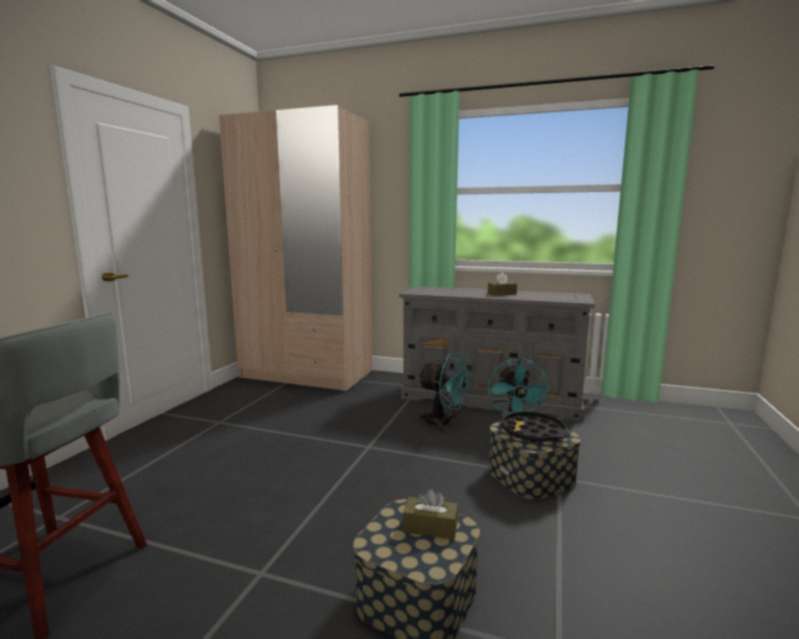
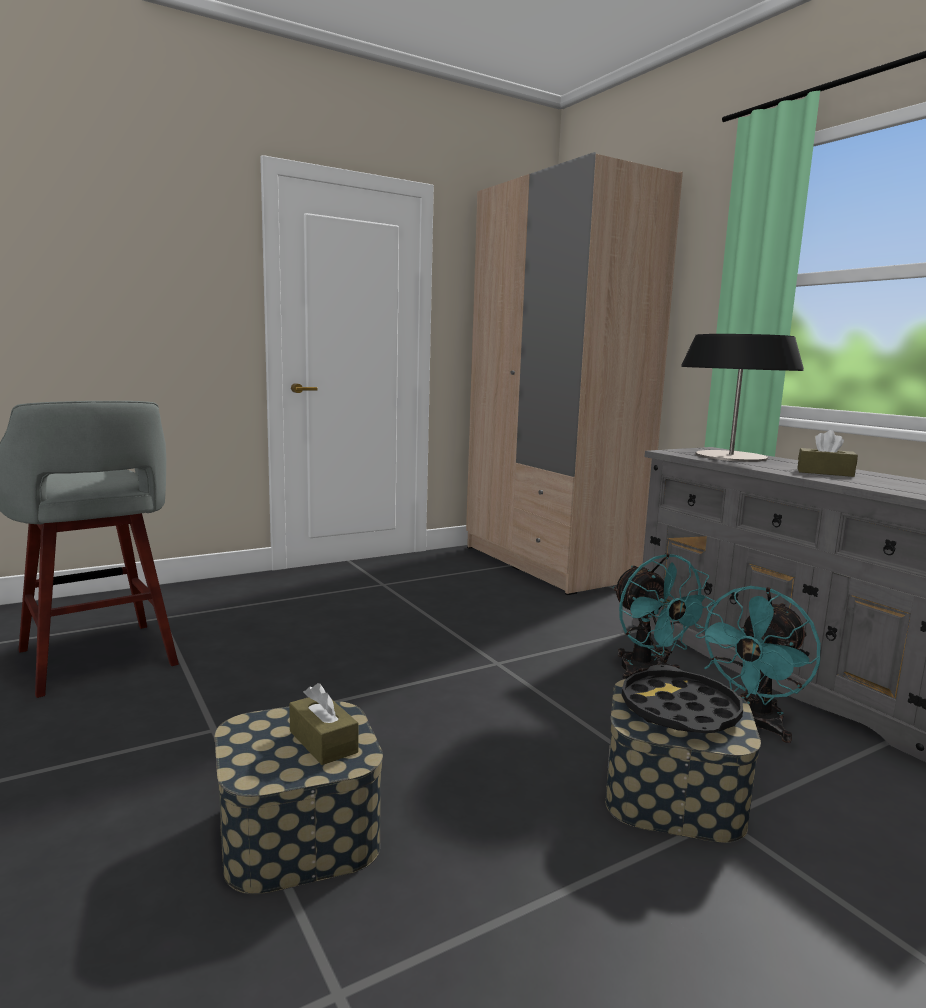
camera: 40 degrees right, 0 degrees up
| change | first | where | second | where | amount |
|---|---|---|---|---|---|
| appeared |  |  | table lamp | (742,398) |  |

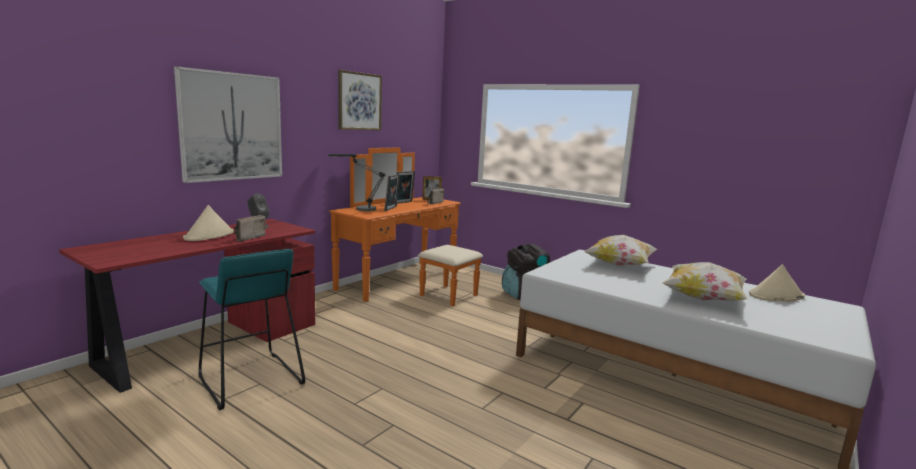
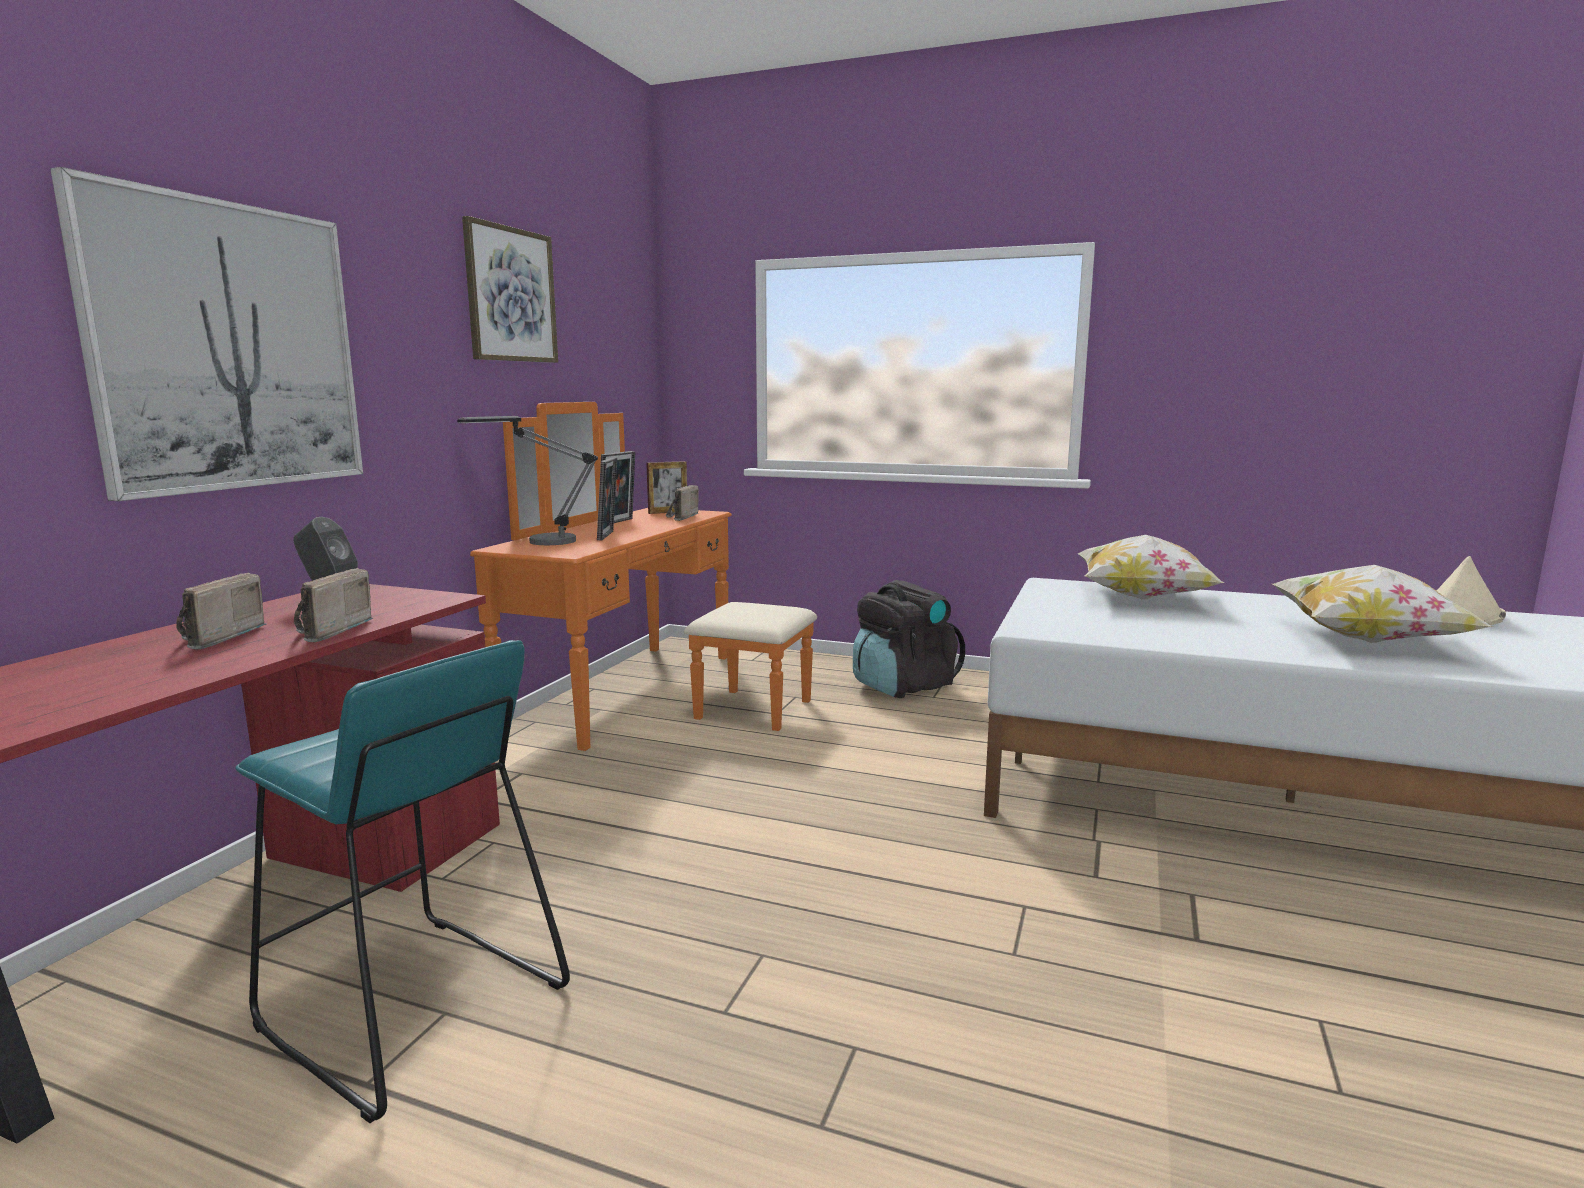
camera: 15 degrees left, 0 degrees up
| change | first | where | second | where | amount |
|---|---|---|---|---|---|
| exchanged | beige hat | (208,223) | radio | (221,610) |  |

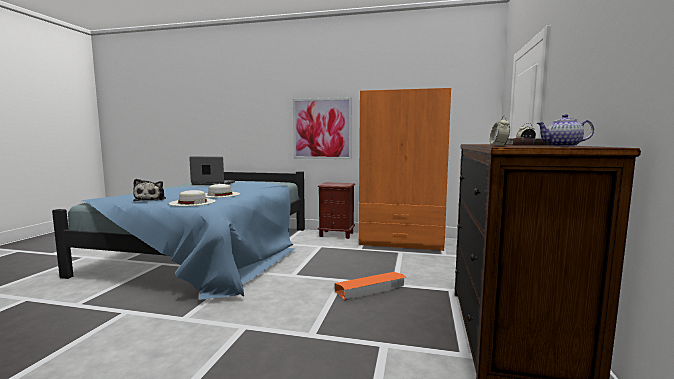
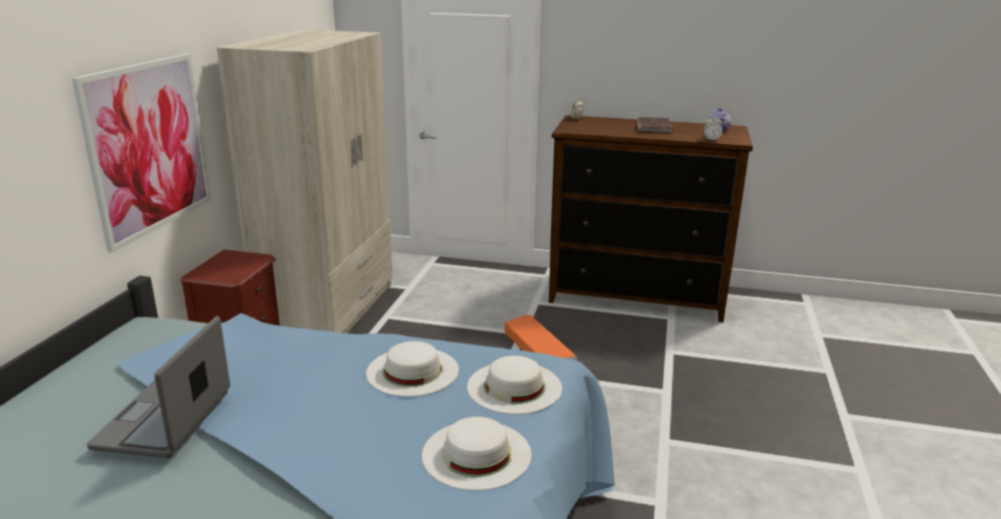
camera: 90 degrees left, 15 degrees up
| change | first | where | second | where | amount |
|---|---|---|---|---|---|
| exchanged | plush toy | (149,190) | white hat | (477,454) |  |
| colour | orange wardrobe | (404,169) | beige wardrobe | (305,181) |  |

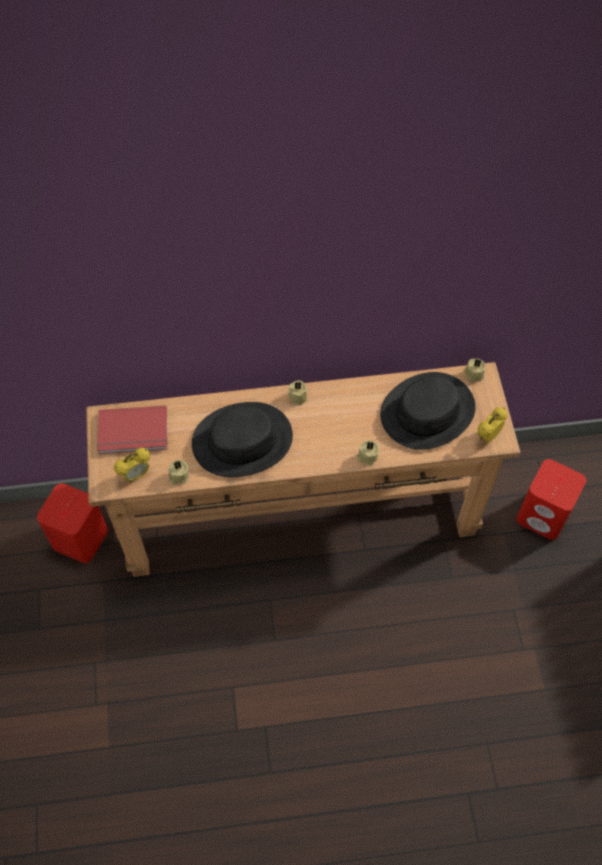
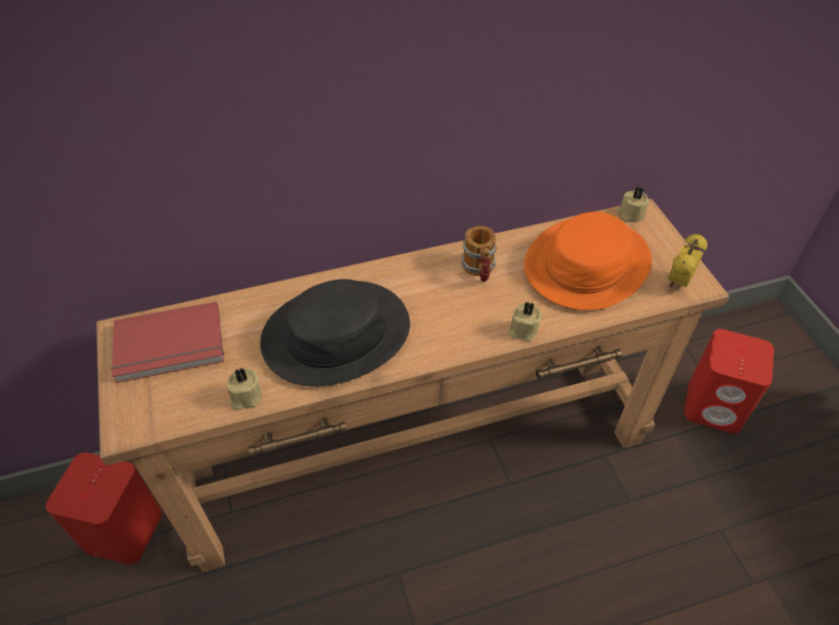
camera: 10 degrees left, 10 degrees down
| change | first | where | second | where | amount |
|---|---|---|---|---|---|
| missing | alarm clock | (132,465) |  |  |  |
| missing | beige candle | (298,393) |  |  |  |
| appeared |  |  | mug | (479,254) |  |
| colour | black hat | (428,411) | orange hat | (588,261) |  |

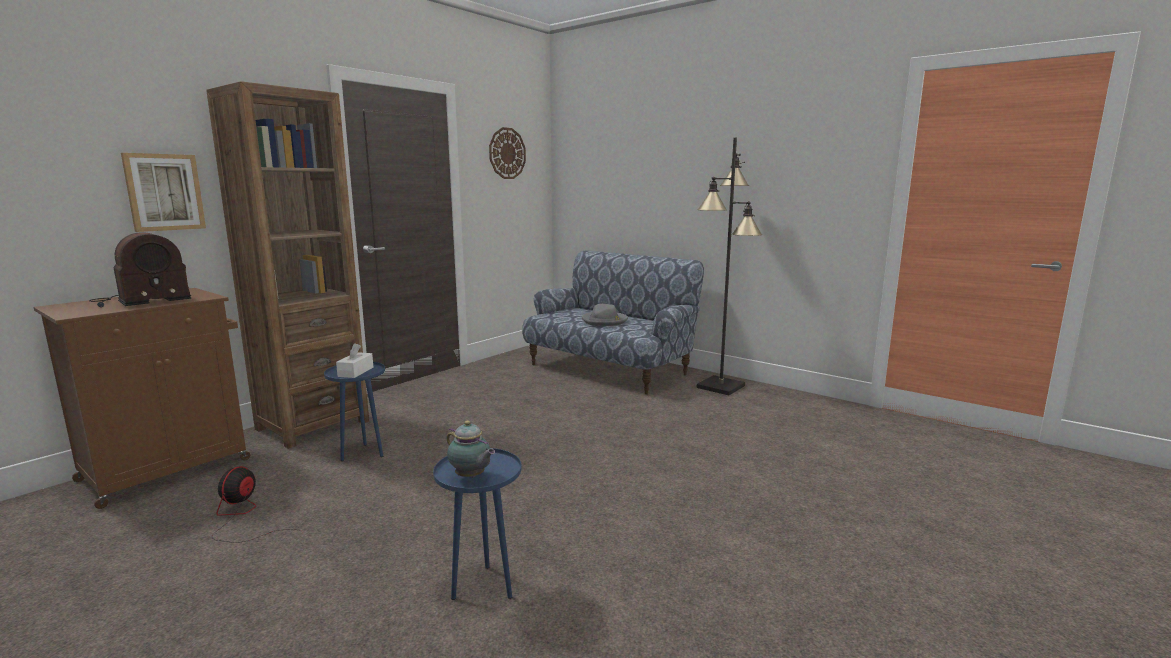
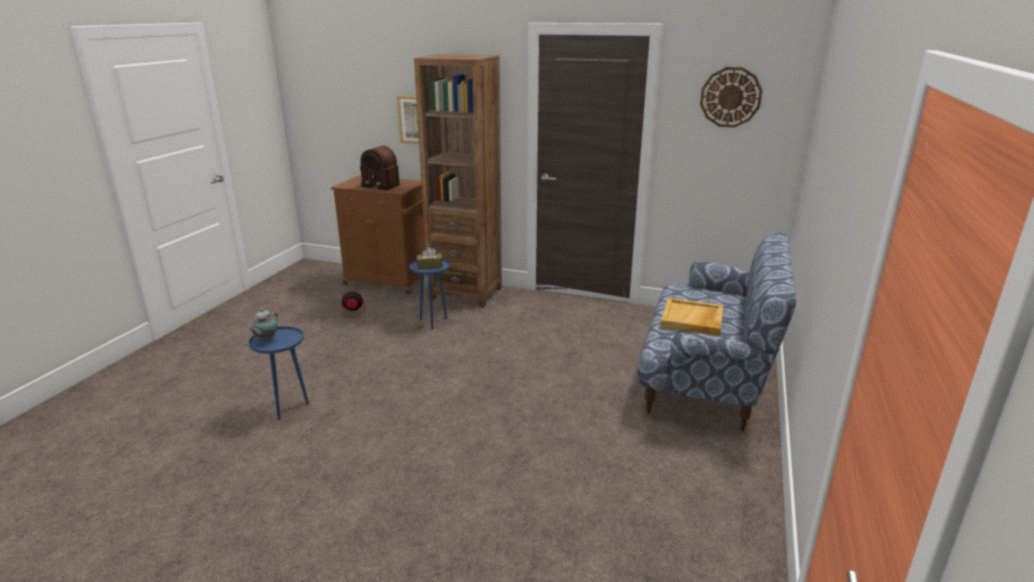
camera: 70 degrees right, 10 degrees up
| change | first | where | second | where | amount |
|---|---|---|---|---|---|
| missing | black floor lamp | (729,266) |  |  |  |
| exchanged | grey hat | (605,315) | beige tray | (692,317) |  |
| colour | white tissue box | (354,360) | brown tissue box | (430,258) |  |

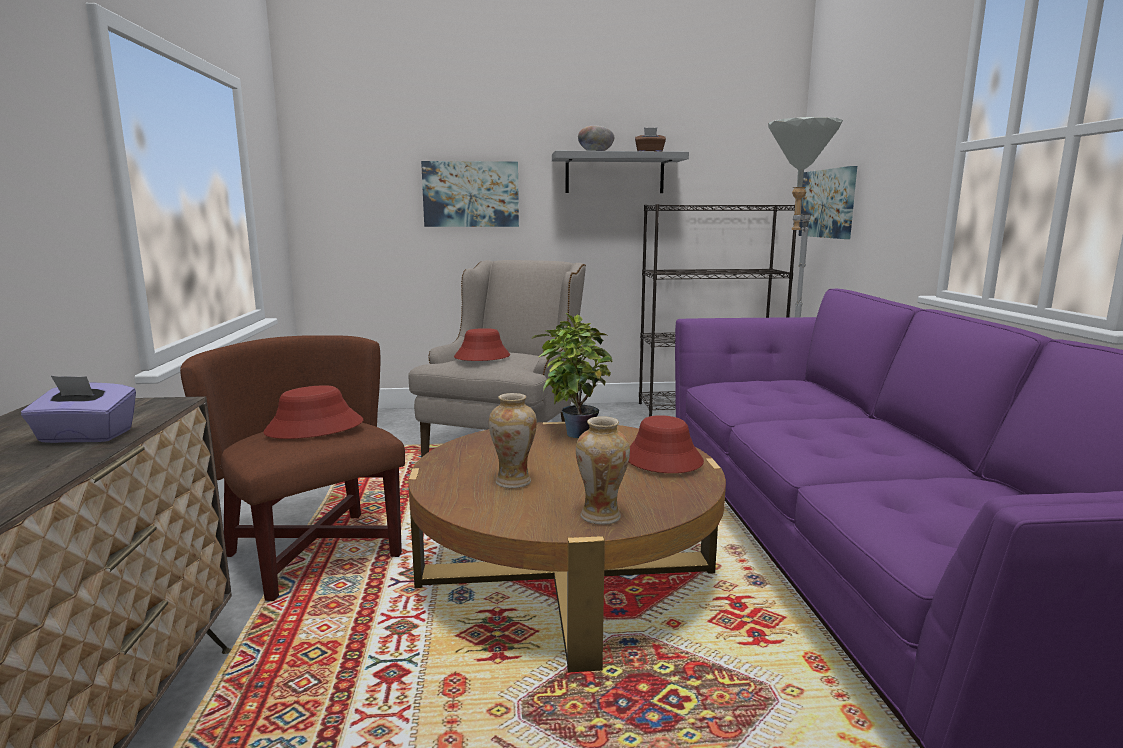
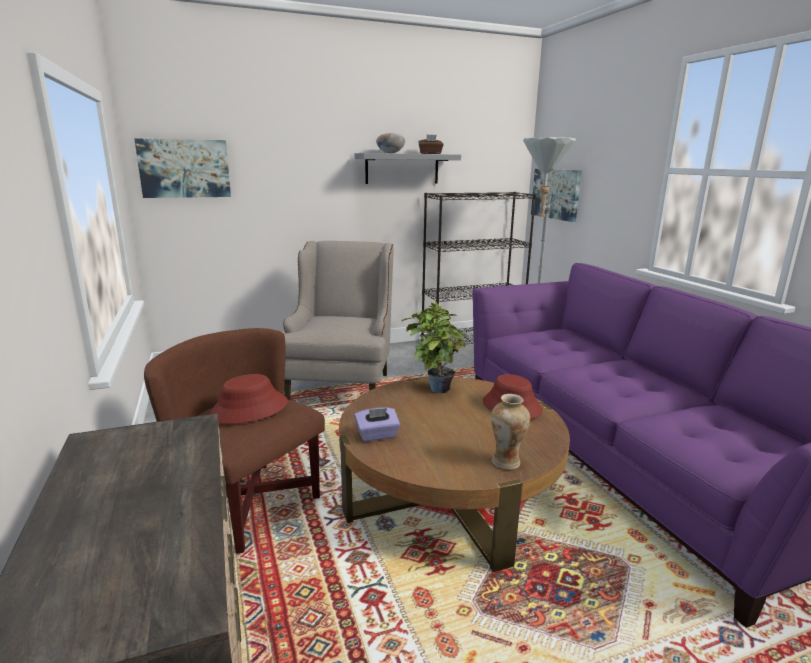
camera: 15 degrees left, 5 degrees up
| change | first | where | second | where | amount |
|---|---|---|---|---|---|
| missing | red hat | (482,344) |  |  |  |
| missing | vase | (513,440) |  |  |  |
| relocated | purple tissue box | (78,409) |  | (377,424) |  |
| relocated | picture | (470,194) |  | (182,168) |  |

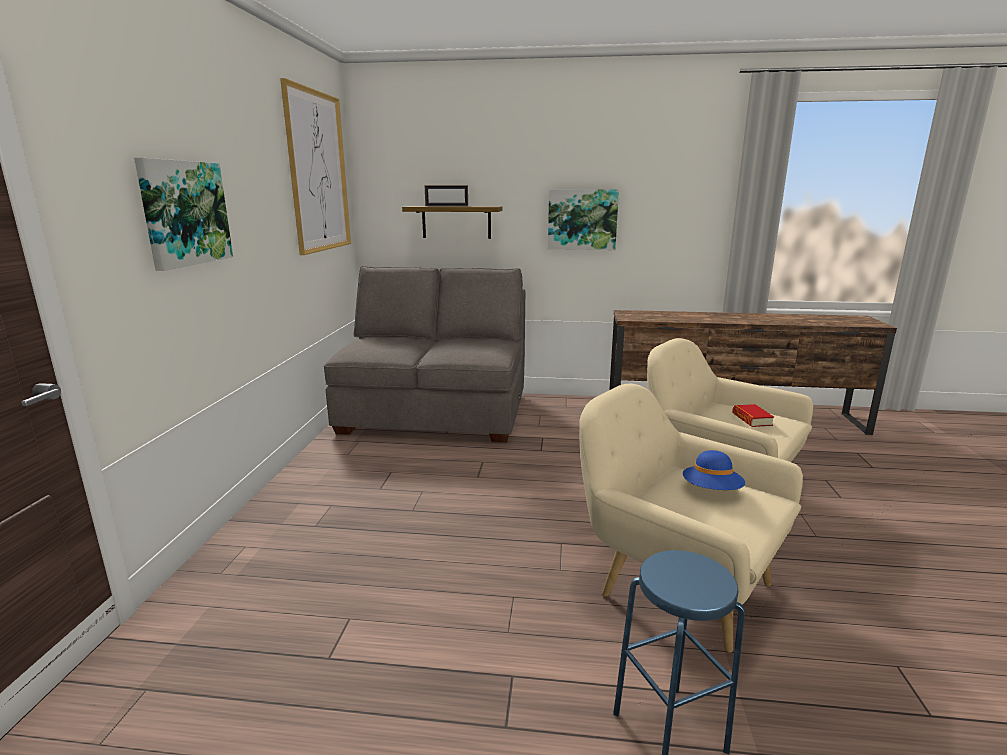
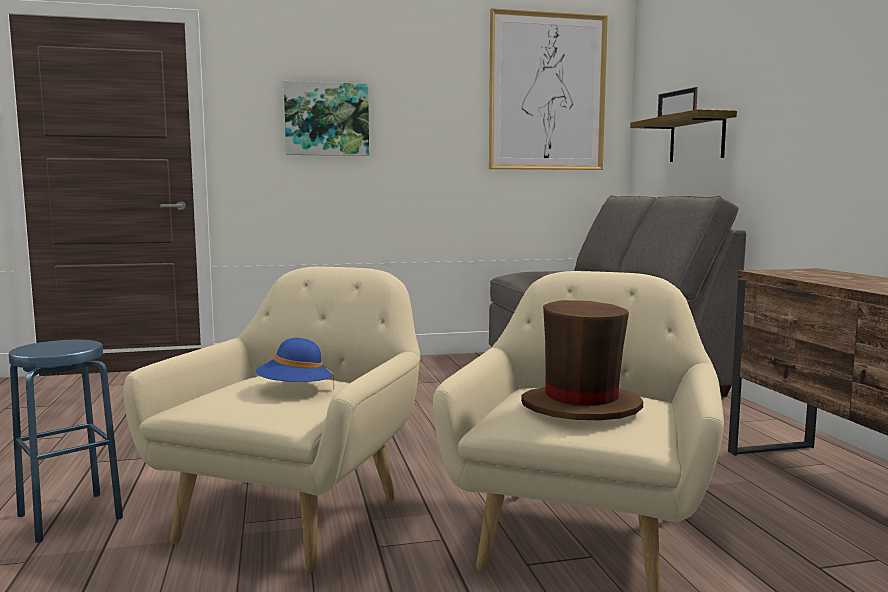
camera: 70 degrees right, 10 degrees down
| change | first | where | second | where | amount |
|---|---|---|---|---|---|
| missing | picture | (583,219) |  |  |  |
| exchanged | book | (753,415) | brown hat | (582,360) |  |

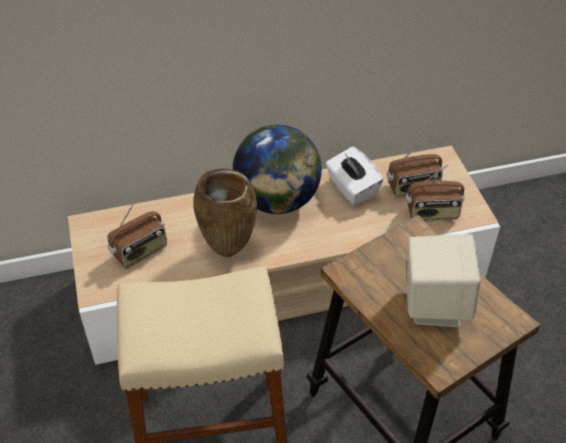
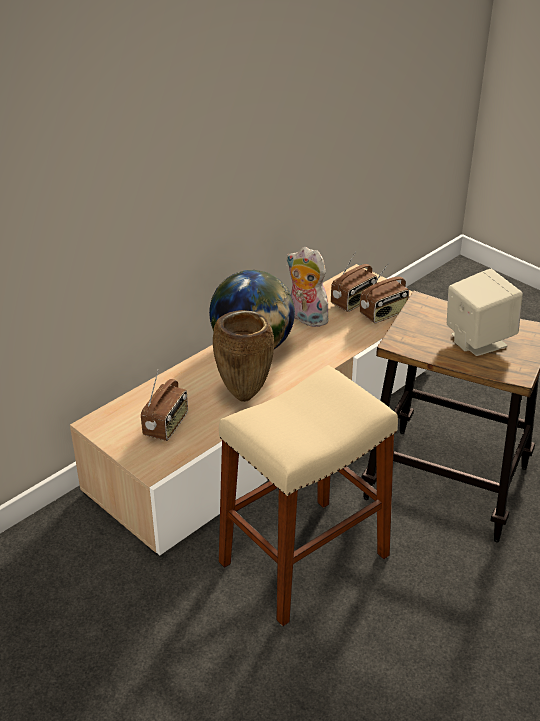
camera: 30 degrees left, 10 degrees down
| change | first | where | second | where | amount |
|---|---|---|---|---|---|
| exchanged | white tissue box | (354,176) | plush toy | (308,287) |  |

